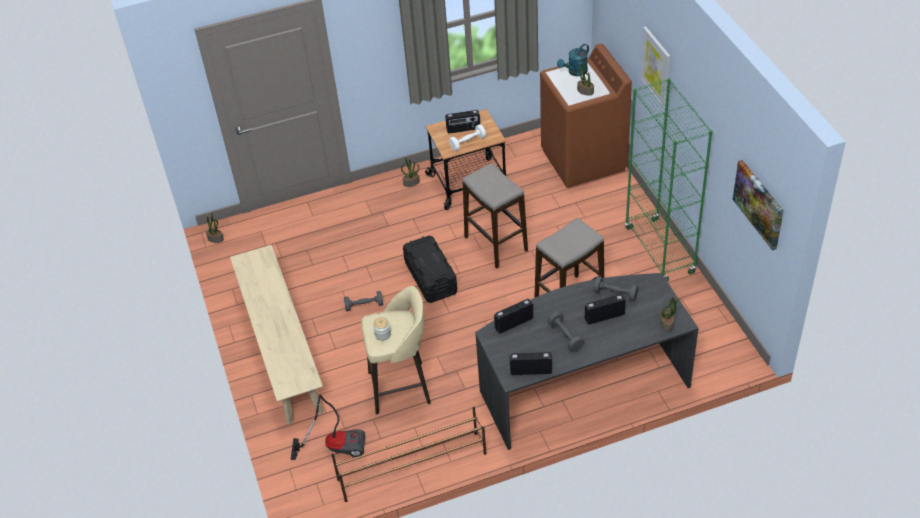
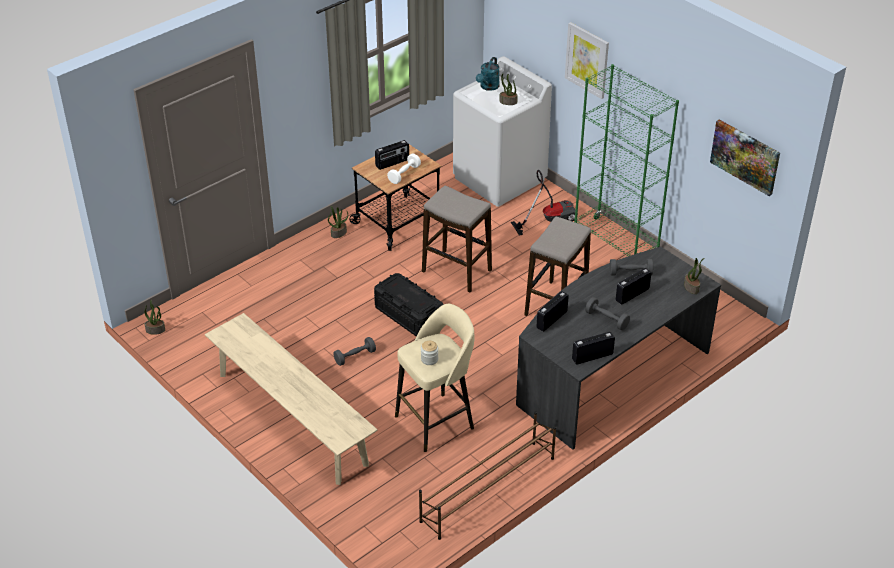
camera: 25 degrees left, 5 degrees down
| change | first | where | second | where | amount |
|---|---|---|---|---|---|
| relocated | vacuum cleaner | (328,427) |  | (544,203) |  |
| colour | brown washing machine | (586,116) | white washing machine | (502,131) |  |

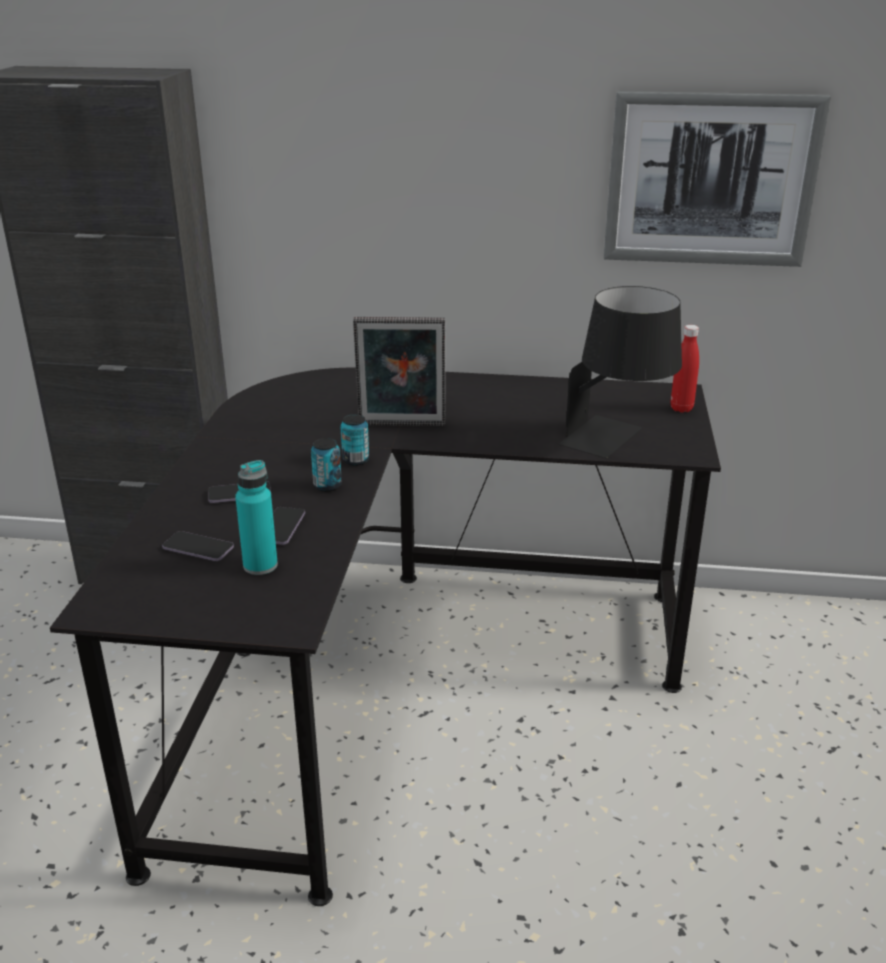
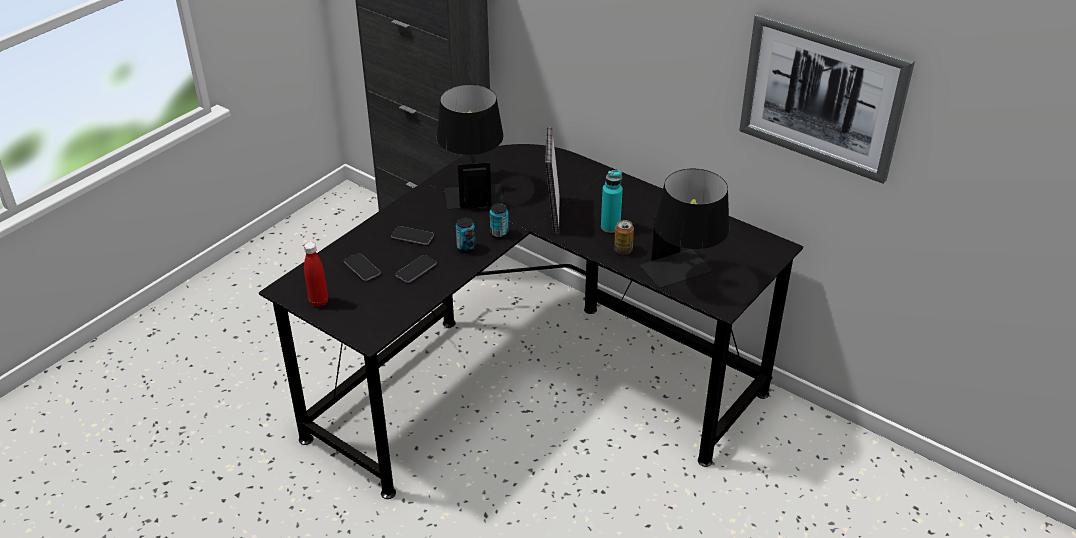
camera: 30 degrees right, 10 degrees up
| change | first | where | second | where | amount |
|---|---|---|---|---|---|
| appeared |  |  | black table lamp | (470,146) |  |
| appeared |  |  | can | (624,237) |  |
| relocated | turquoise bottle | (256,517) |  | (612,201) |  |
| relocated | red bottle | (685,369) |  | (316,274) |  |
| spun | picture frame | (399,371) |  | (552,180) | 60 degrees clockwise |

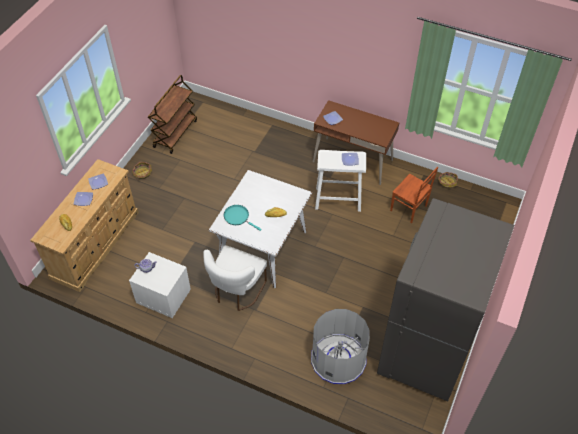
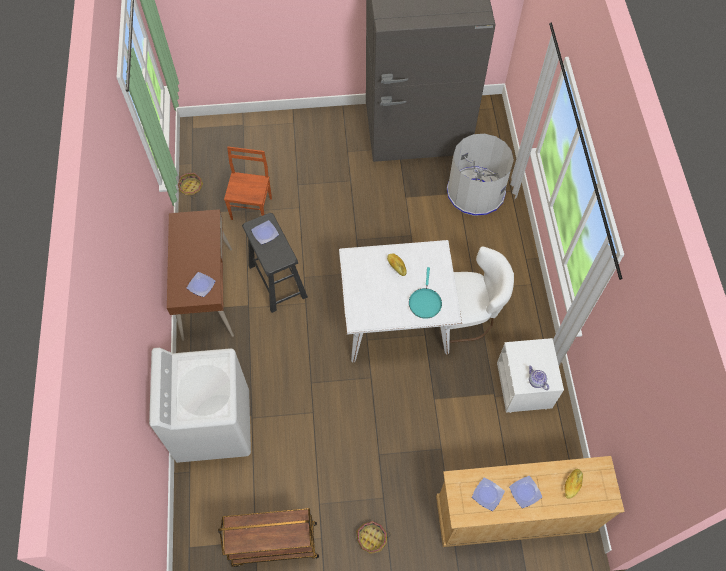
camera: 120 degrees left, 10 degrees up
| change | first | where | second | where | amount |
|---|---|---|---|---|---|
| appeared |  |  | white washing machine | (200,405) |  |
| colour | white stool | (340,181) | black stool | (275,263) |  |

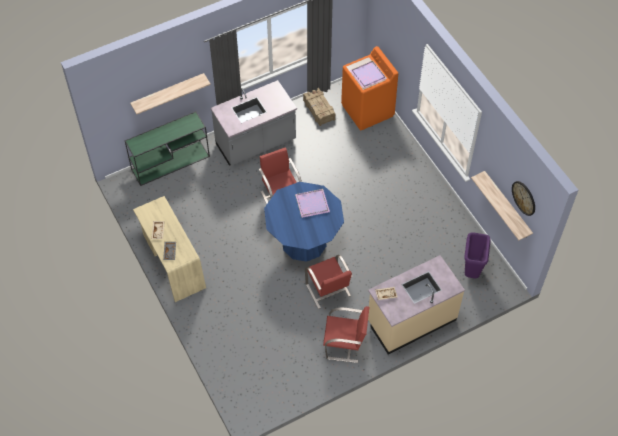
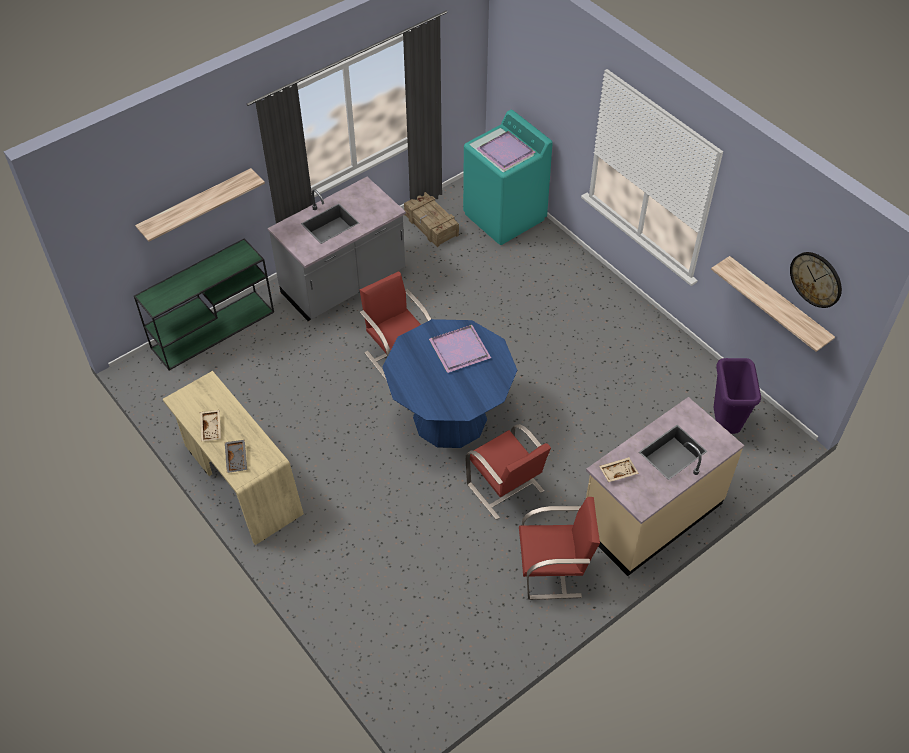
camera: 10 degrees left, 5 degrees down
| change | first | where | second | where | amount |
|---|---|---|---|---|---|
| colour | orange washing machine | (369,88) | turquoise washing machine | (508,177) |  |

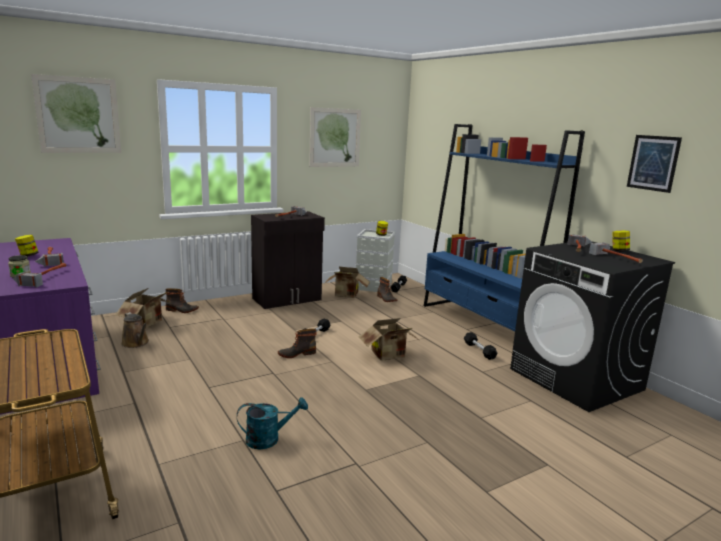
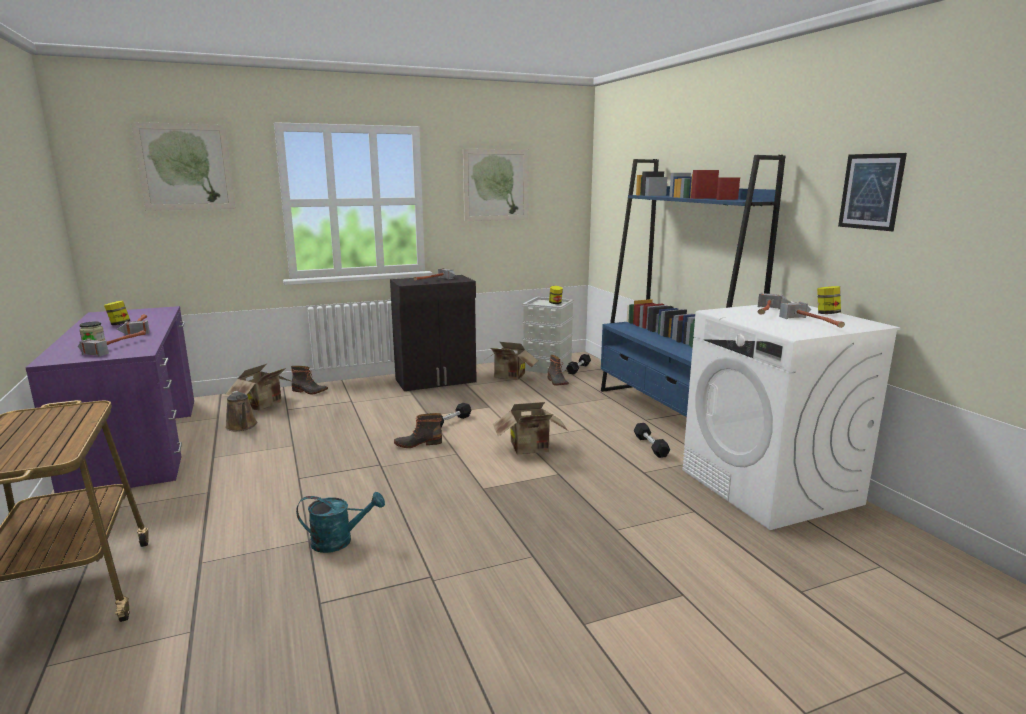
camera: 10 degrees right, 0 degrees up
| change | first | where | second | where | amount |
|---|---|---|---|---|---|
| colour | black washing machine | (592,327) | white washing machine | (791,416) |  |

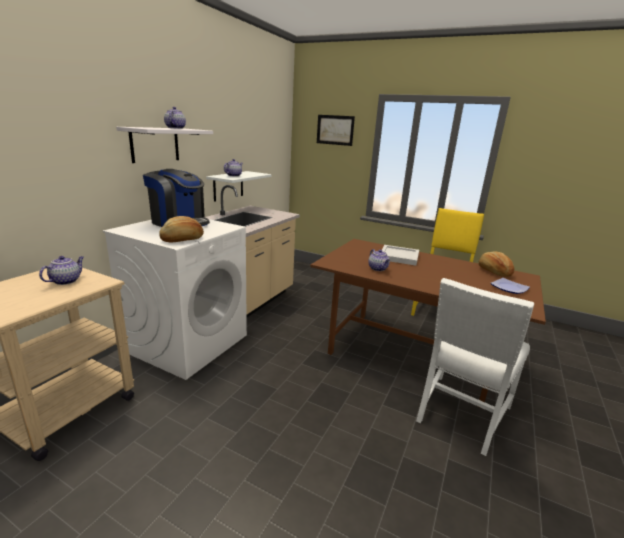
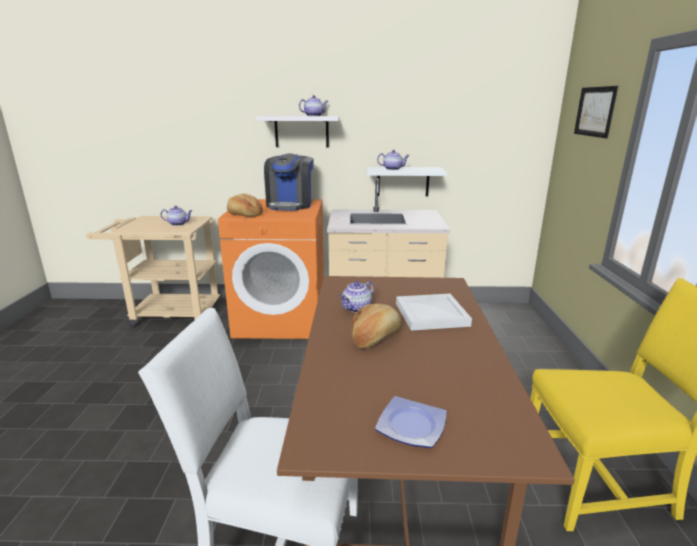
camera: 65 degrees right, 0 degrees up
| change | first | where | second | where | amount |
|---|---|---|---|---|---|
| relocated | bread | (496,264) |  | (376,326) |  |
| colour | white washing machine | (175,299) | orange washing machine | (271,269) |  |

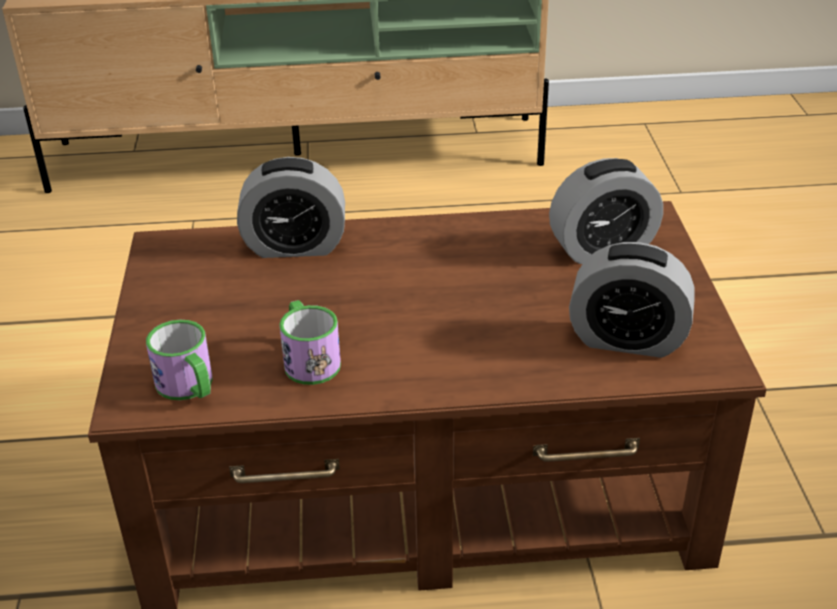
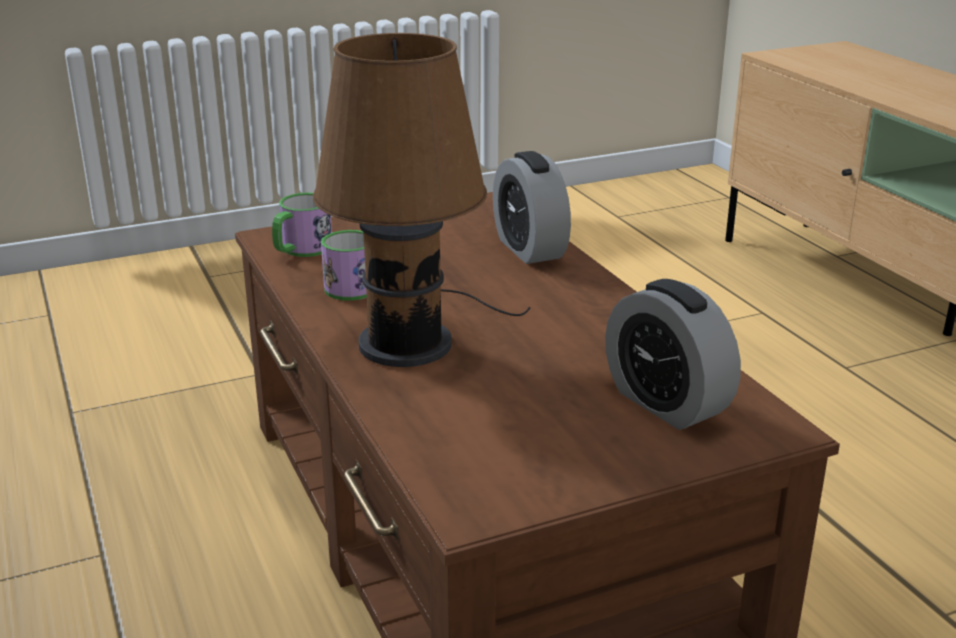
camera: 70 degrees right, 10 degrees down
| change | first | where | second | where | amount |
|---|---|---|---|---|---|
| missing | alarm clock | (632,300) |  |  |  |
| appeared |  |  | brown table lamp | (421,200) |  |

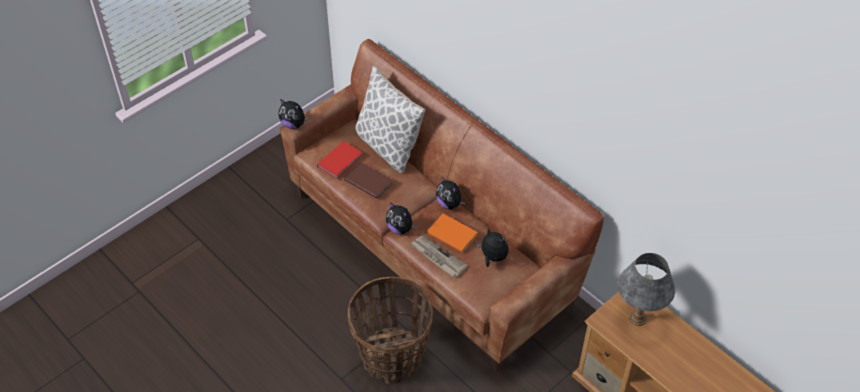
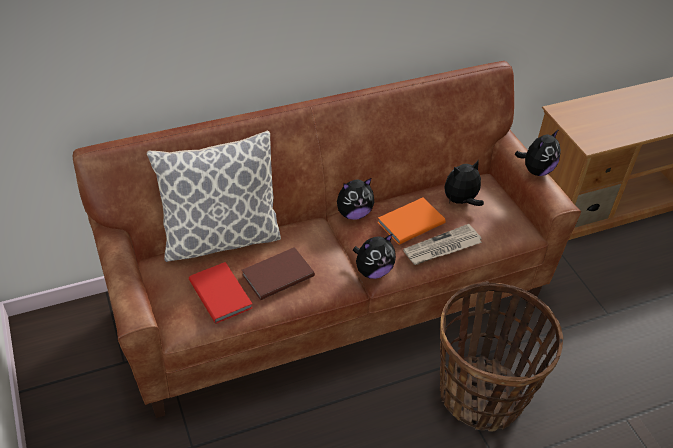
camera: 70 degrees left, 5 degrees down
| change | first | where | second | where | amount |
|---|---|---|---|---|---|
| missing | grey table lamp | (646,289) |  |  |  |
| relocated | plush toy | (294,114) |  | (538,152) |  |

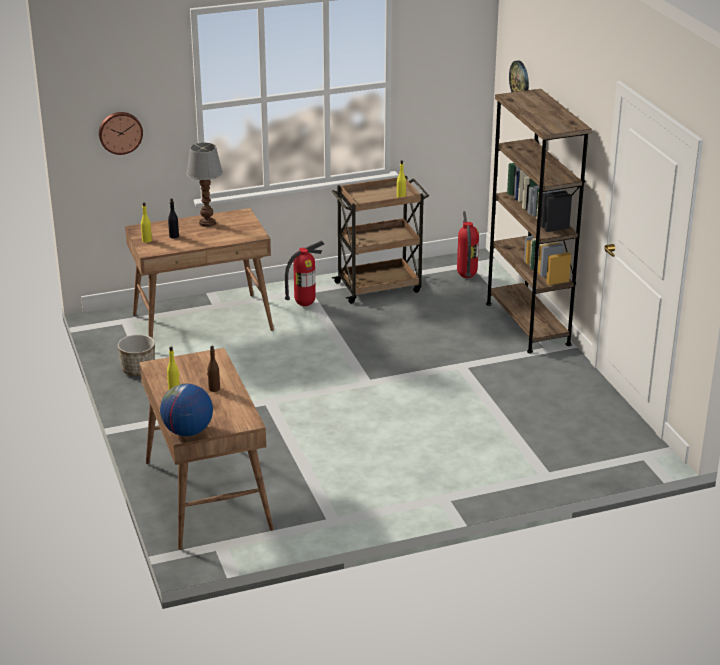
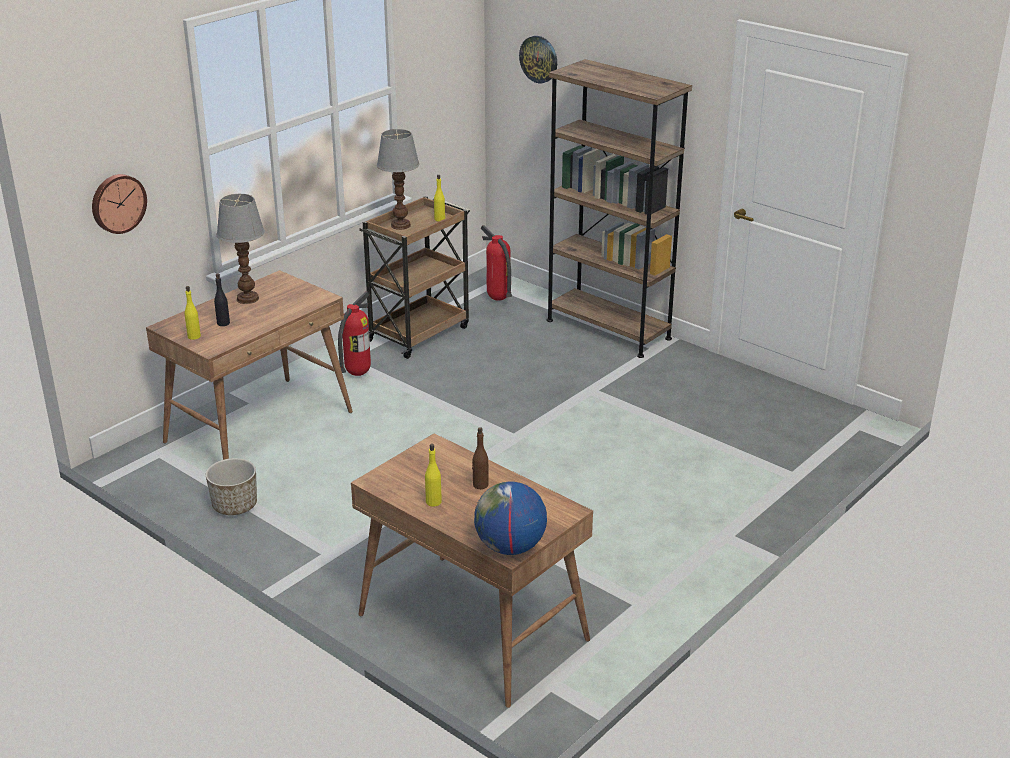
camera: 30 degrees left, 0 degrees up
| change | first | where | second | where | amount |
|---|---|---|---|---|---|
| appeared |  |  | table lamp | (398,179) |  |

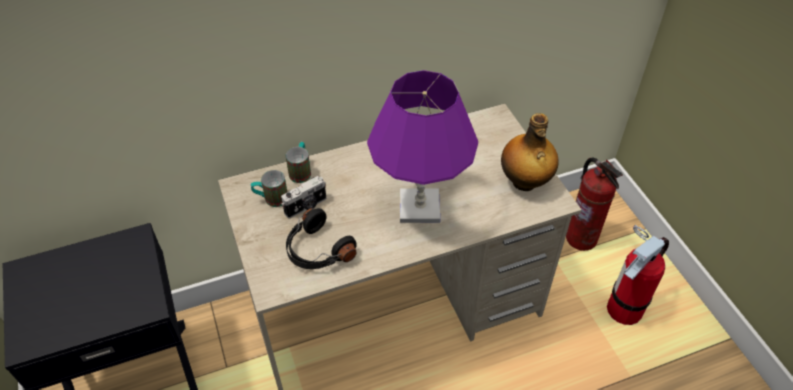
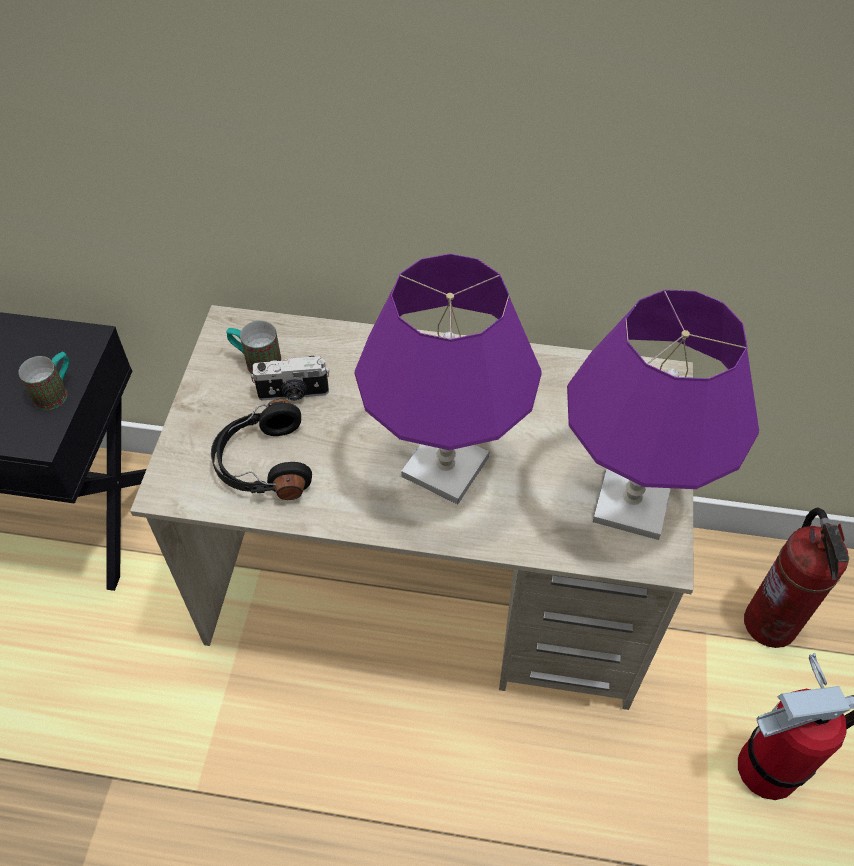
camera: 30 degrees right, 5 degrees up
| change | first | where | second | where | amount |
|---|---|---|---|---|---|
| relocated | mug | (298,162) |  | (43,381) |  |
| exchanged | bottle | (530,152) | purple table lamp | (663,414) |  |

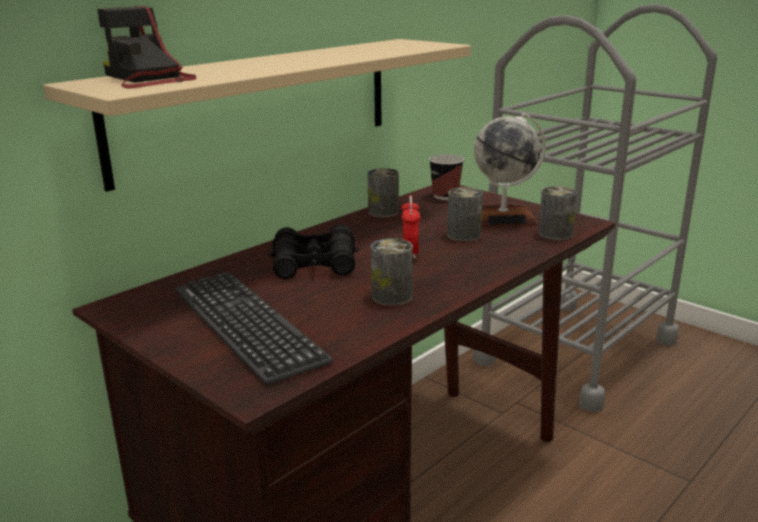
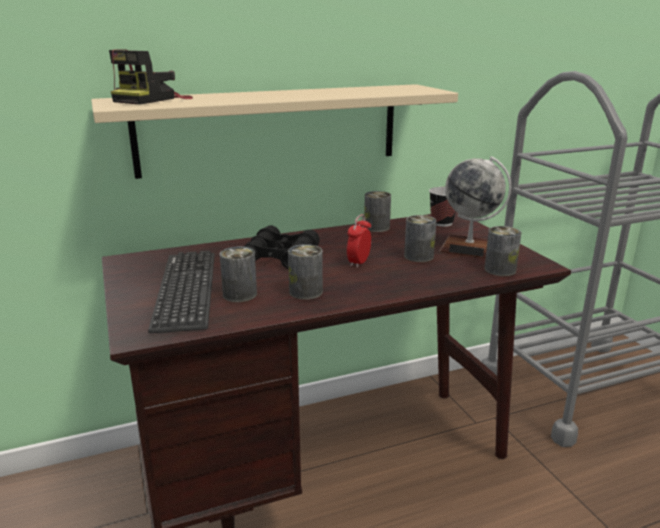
camera: 25 degrees right, 0 degrees up
| change | first | where | second | where | amount |
|---|---|---|---|---|---|
| appeared |  |  | can | (238,274) |  |
| spun | photo camera | (147,47) |  | (151,76) | 135 degrees counterclockwise |

